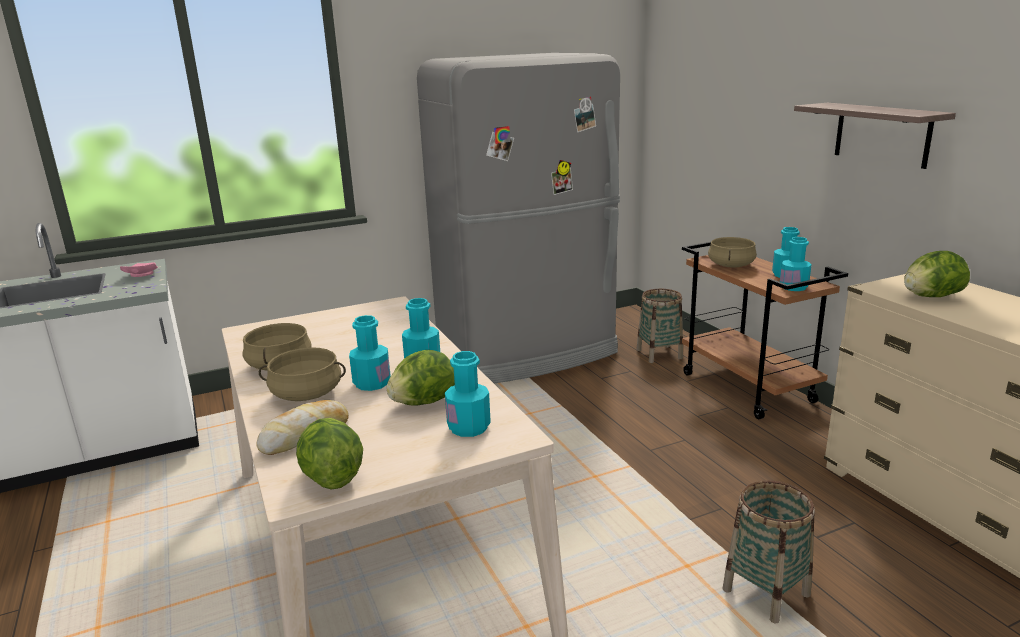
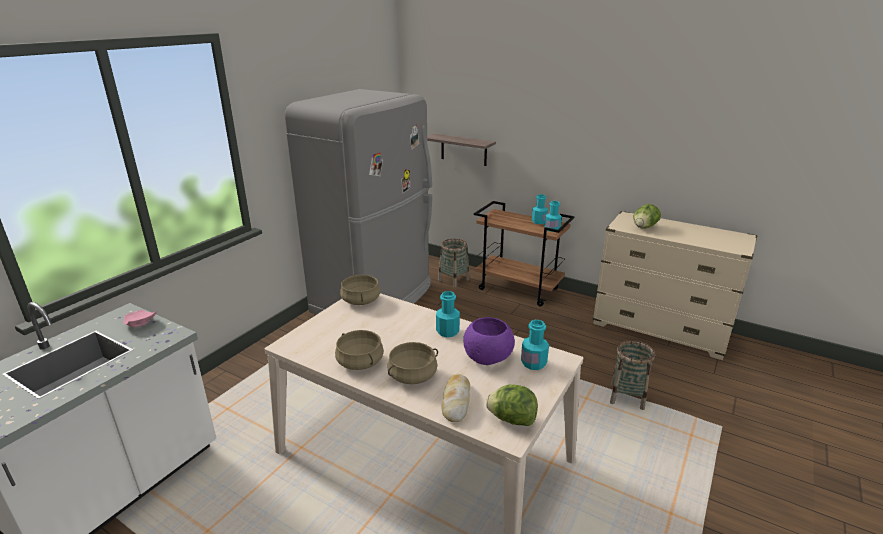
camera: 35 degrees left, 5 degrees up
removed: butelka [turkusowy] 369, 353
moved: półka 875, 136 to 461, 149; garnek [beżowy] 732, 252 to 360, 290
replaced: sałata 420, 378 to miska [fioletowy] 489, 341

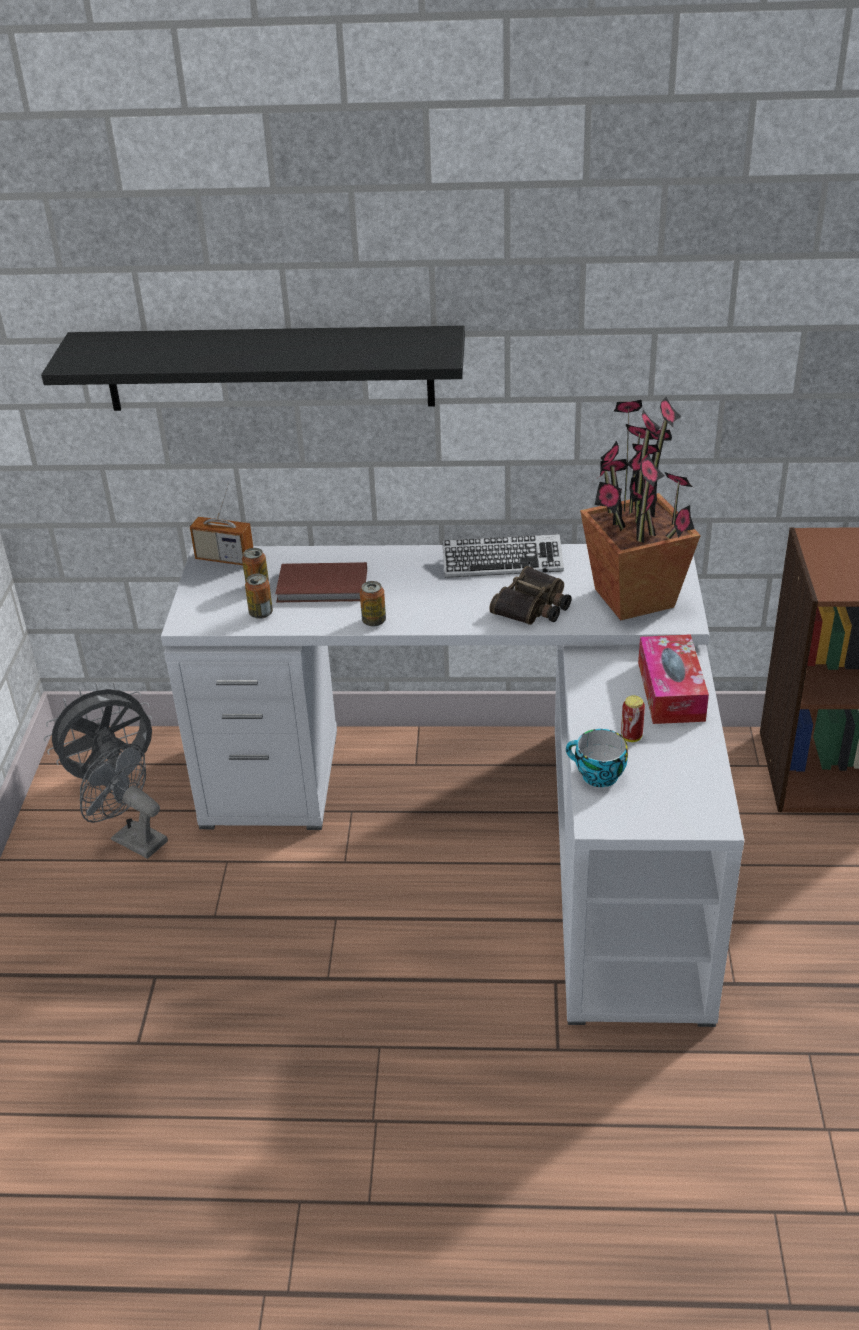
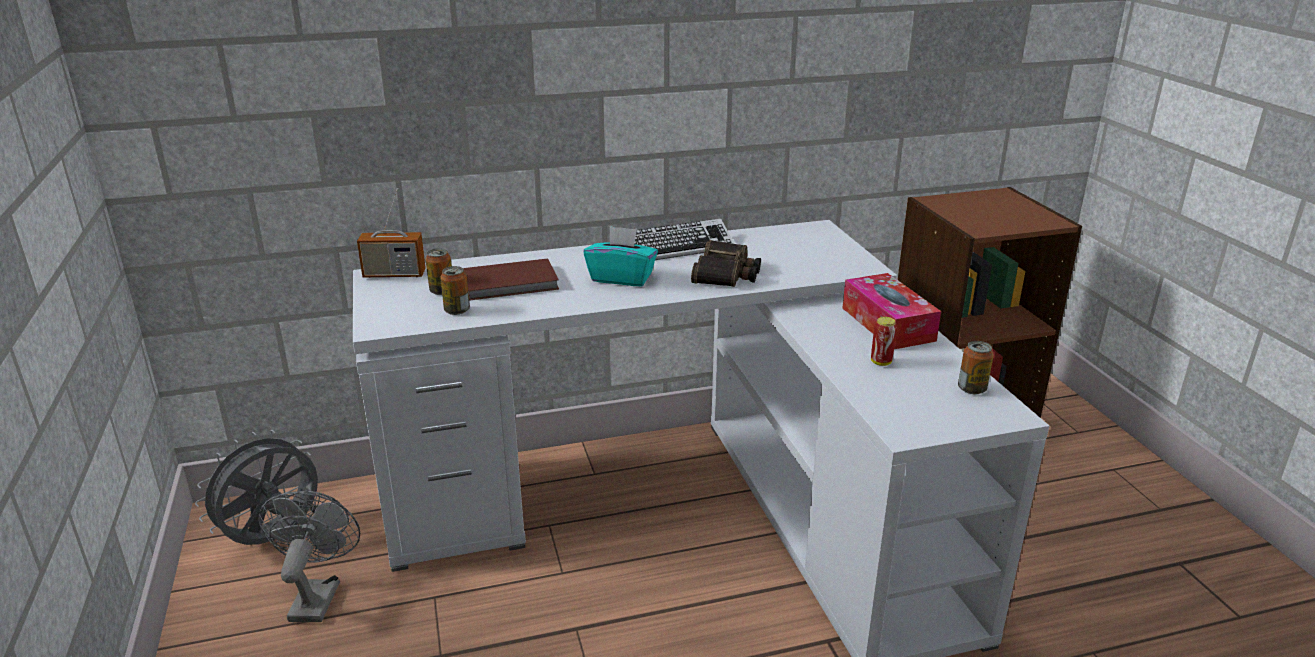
camera: 20 degrees left, 10 degrees down
removed: półka [czarny] 253, 368; roślina doniczkowa 640, 508; filiżanka 597, 758
added: pudełko chusteczek [turkusowy] 620, 256
moved: puszka 373, 604 to 976, 367
turned: wentylator [szary] 124, 801 = 309, 556 75 degrees clockwise

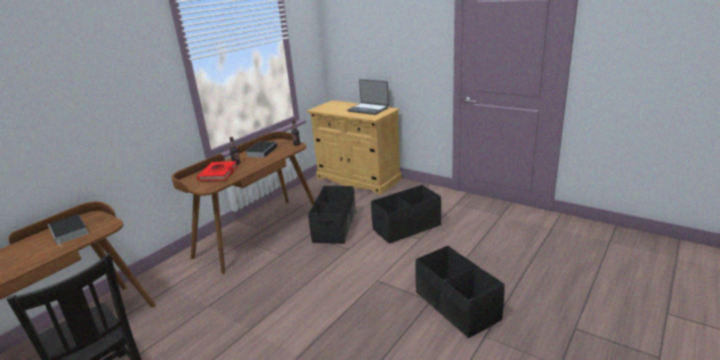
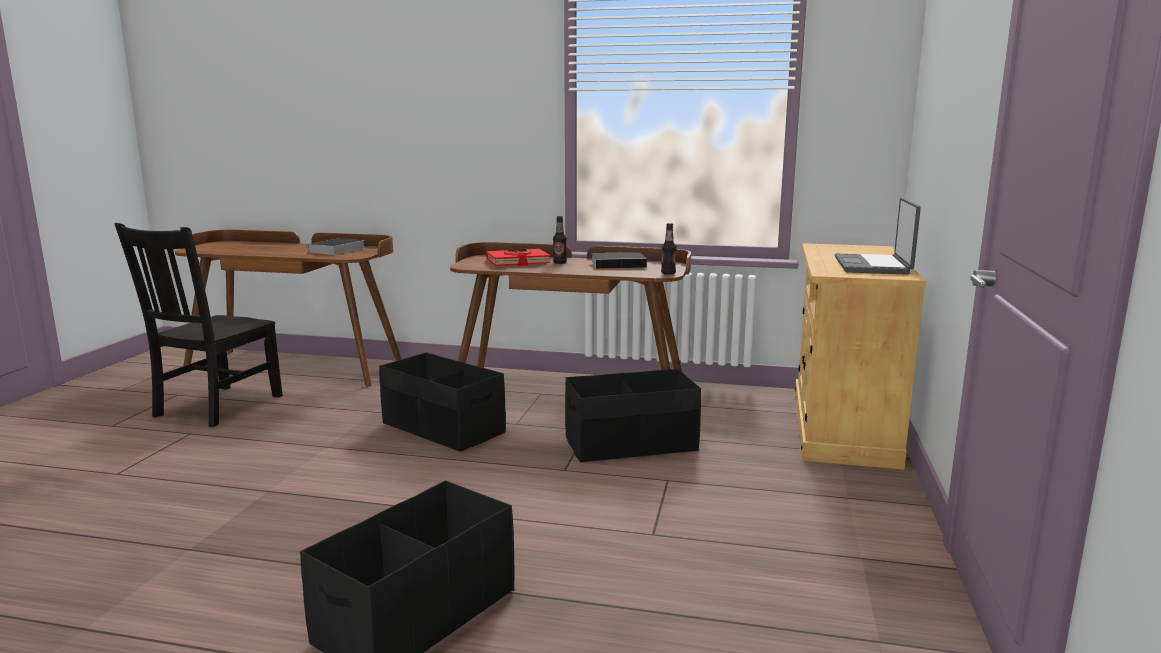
camera: 65 degrees right, 10 degrees down
moved: pojemnik do przechowywania [czarny] 406, 214 to 442, 402

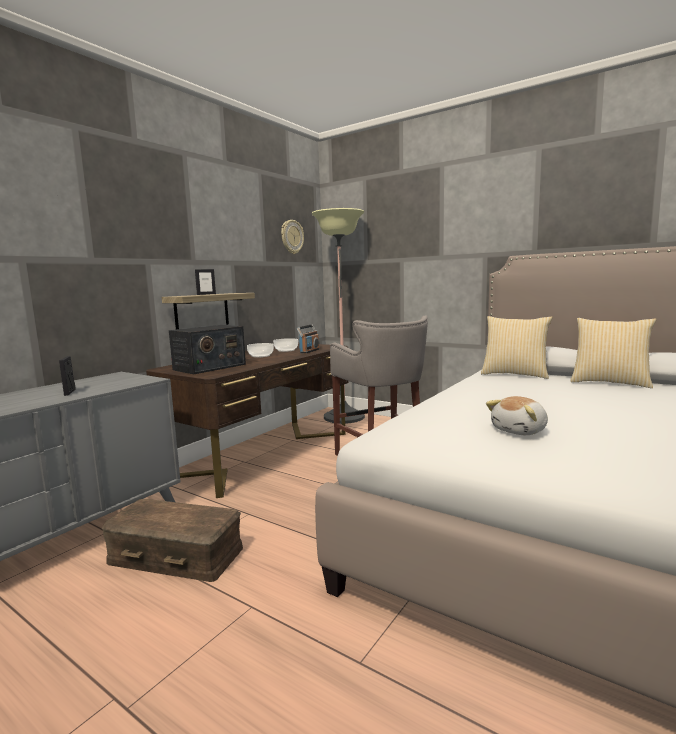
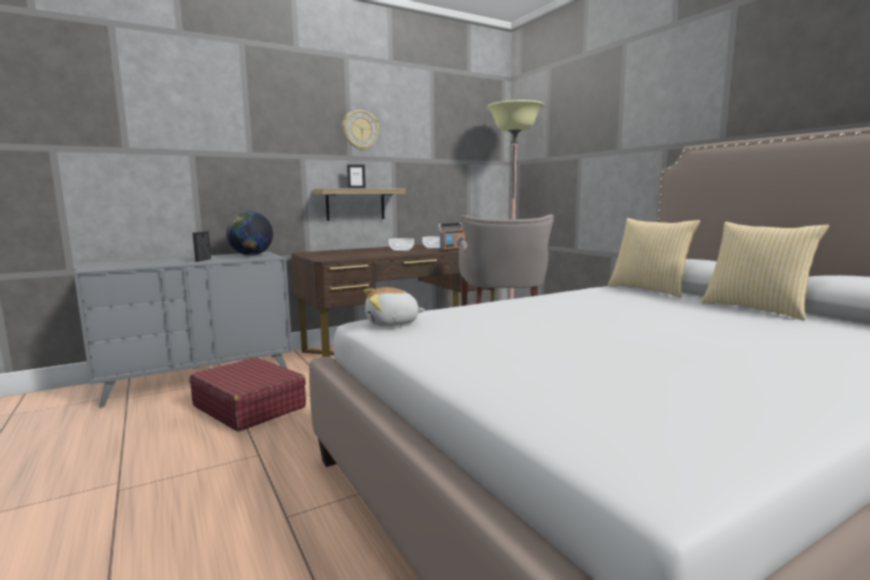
camera: 25 degrees right, 0 degrees up
removed: radio 207, 349
added: globus 249, 233
moved: zegar ścienny 292, 237 to 360, 130; pluszak 517, 415 to 394, 306
replaced: pojemnik do przechowywania [brązowy] 172, 540 to walizka [czerwony] 248, 394

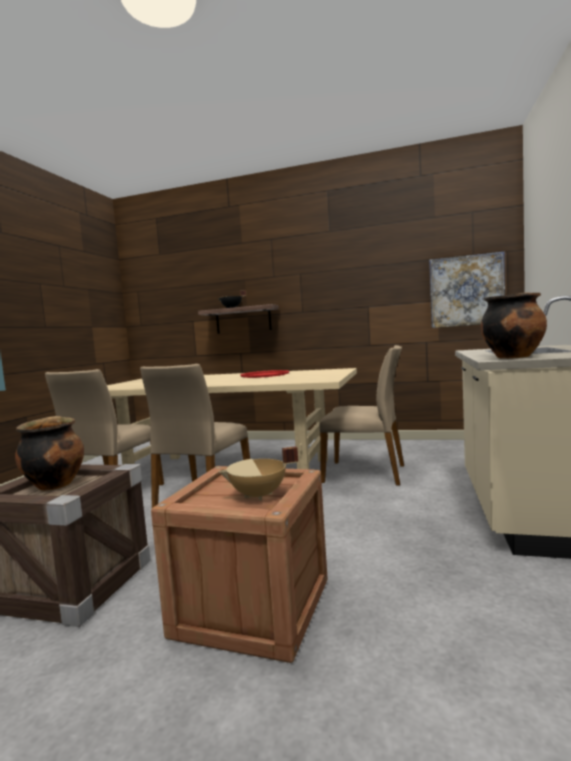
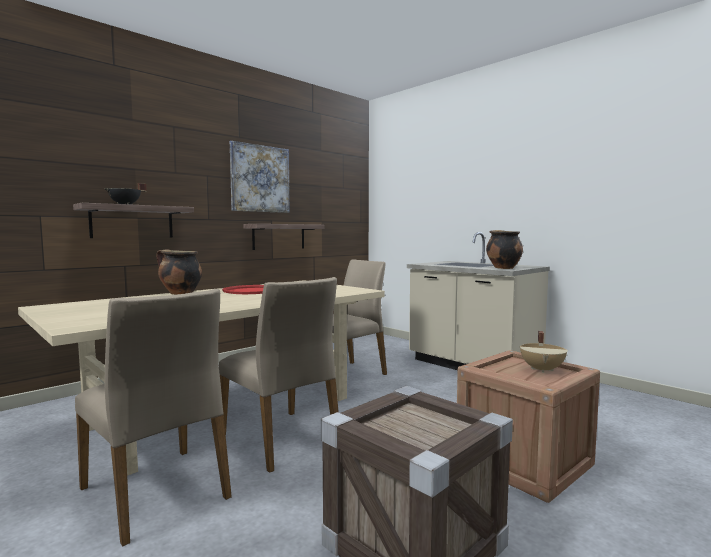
camera: 60 degrees left, 0 degrees up
added: półka 284, 237
moved: obraz 467, 290 to 260, 177; garnek 49, 453 to 179, 272

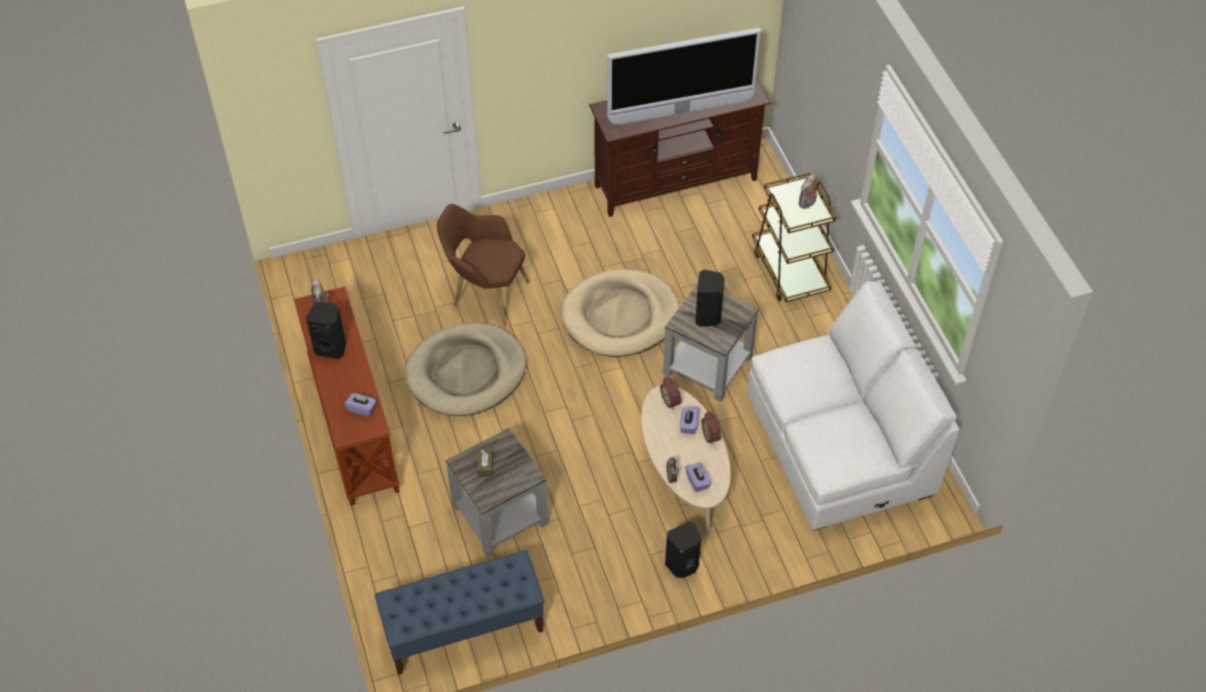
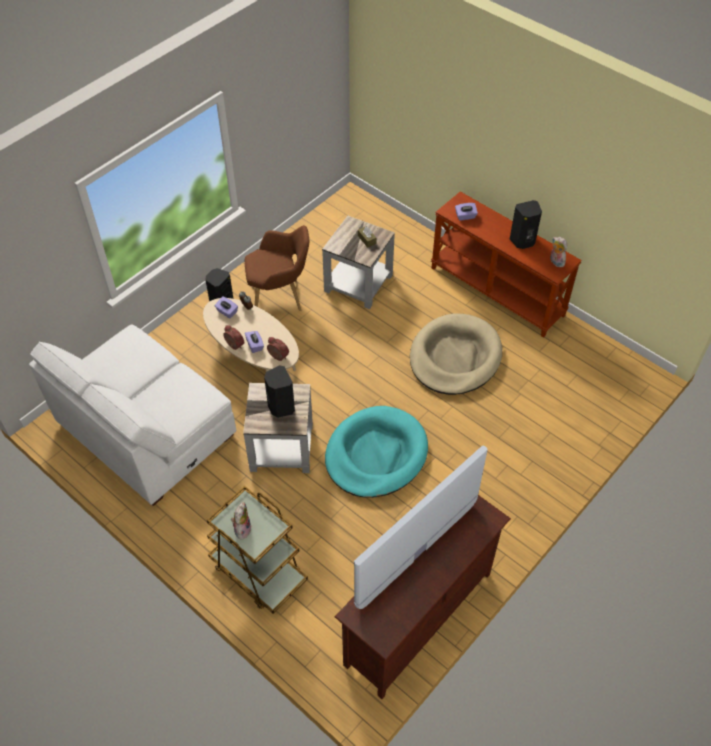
camera: 150 degrees right, 0 degrees up
removed: ławka [niebieski] 460, 612
moved: fotel [brązowy] 483, 265 to 277, 268
recoloured: legowisko [beżowy] 620, 313 to legowisko [turkusowy] 376, 452

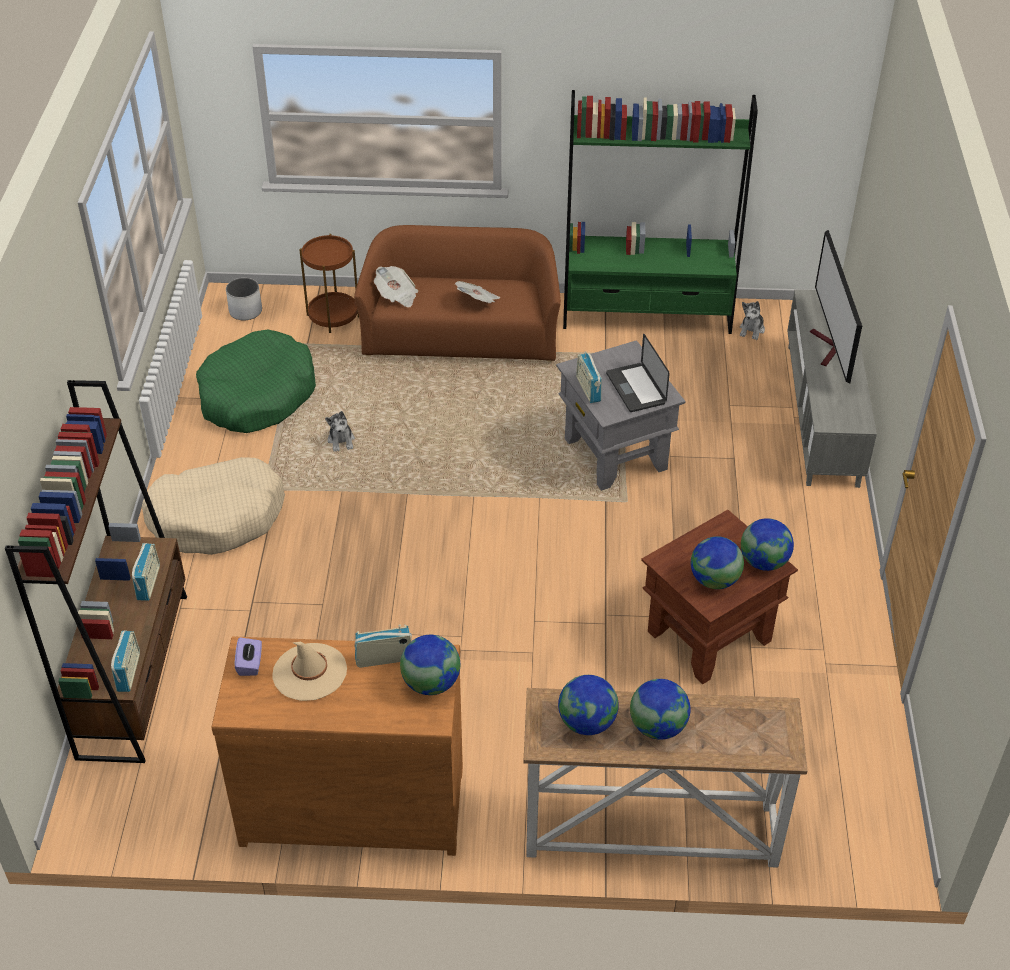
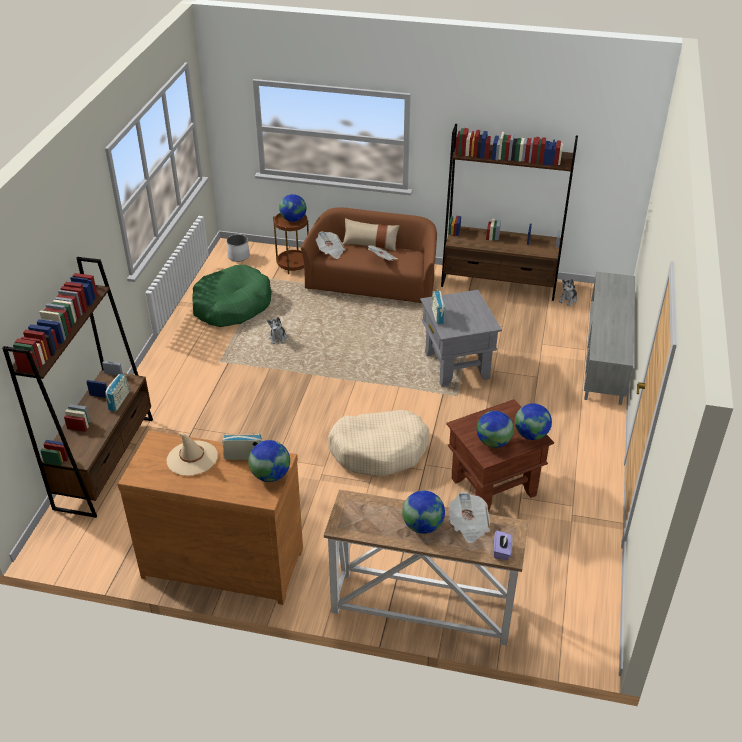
camera: 10 degrees right, 5 degrees down
removed: telewizor 836, 307; laptop 638, 373; radio 125, 661
added: poduszka [beżowy] 371, 234; gazeta 469, 517
moved: legowisko [beżowy] 213, 506 to 378, 443; pudełko chusteczek [fioletowy] 248, 656 to 503, 545; globus 588, 705 to 292, 208
recoloured: regał [zielony] 660, 212 to regał [brązowy] 509, 212

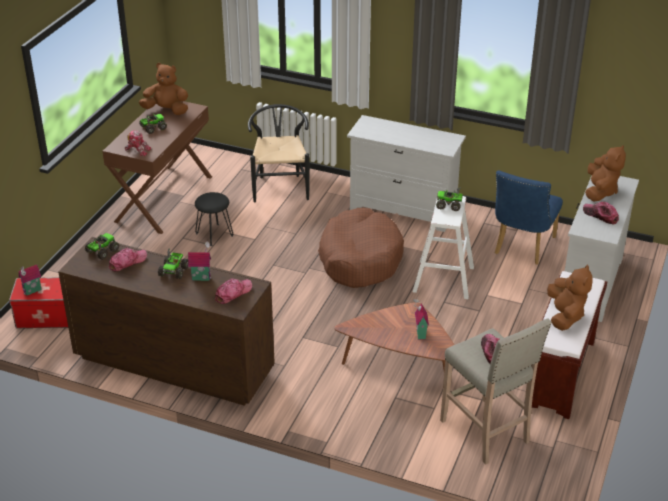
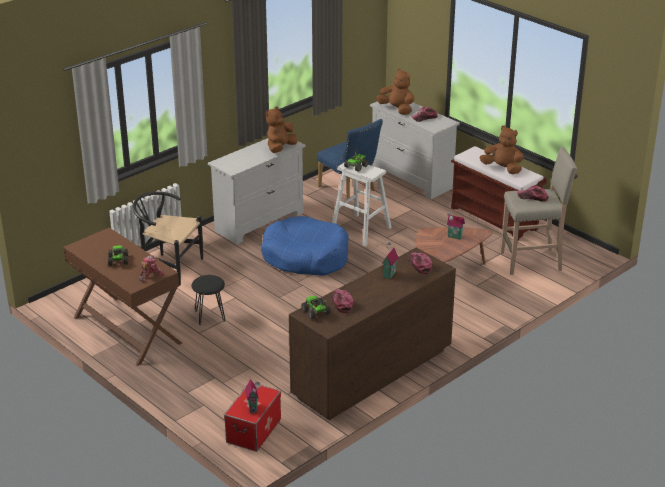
camera: 65 degrees left, 5 degrees down
removed: ciężarówka zabawkowa 173, 263
moved: pluszak [brązowy] 163, 89 to 281, 130
recoloured: legowisko [brązowy] 361, 248 to legowisko [niebieski] 305, 246

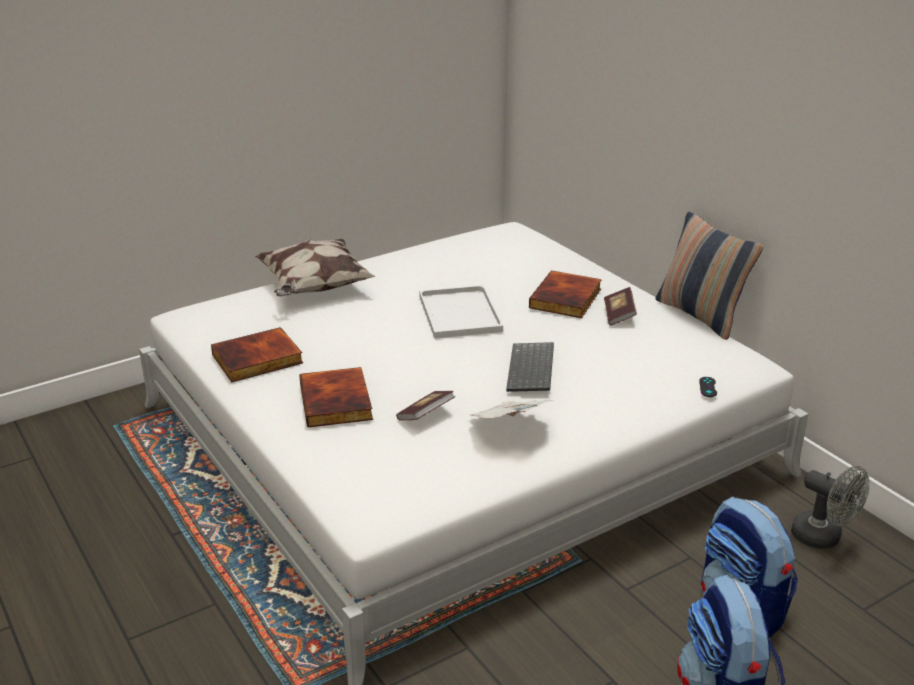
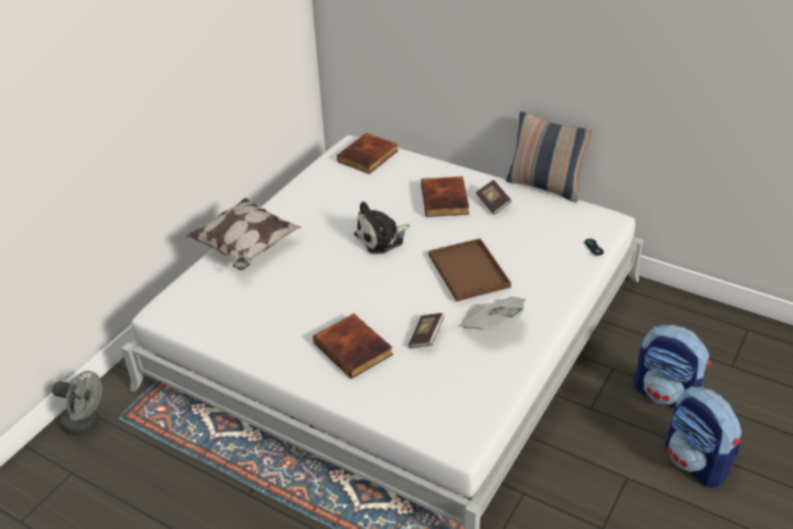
camera: 25 degrees left, 10 degrees up
moved: książka 257, 354 to 367, 153; wentylator [szary] 830, 507 to 77, 403
replaced: taca [biały] 461, 312 to pluszak 382, 227; klawiatura 530, 367 to taca [brązowy] 470, 269

